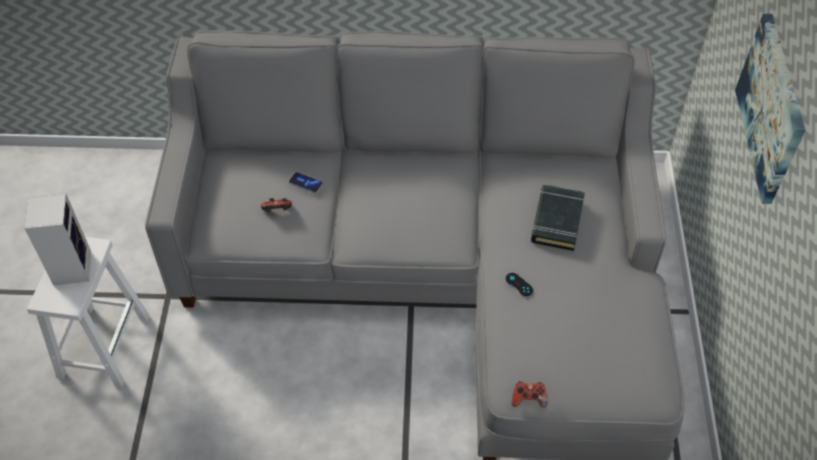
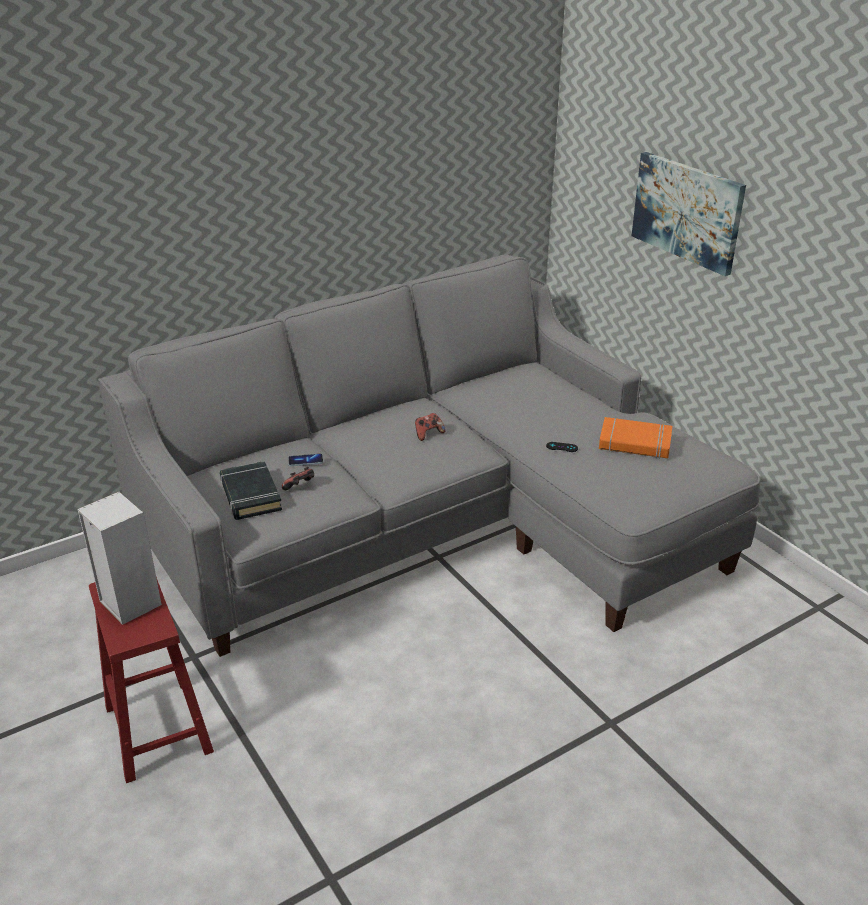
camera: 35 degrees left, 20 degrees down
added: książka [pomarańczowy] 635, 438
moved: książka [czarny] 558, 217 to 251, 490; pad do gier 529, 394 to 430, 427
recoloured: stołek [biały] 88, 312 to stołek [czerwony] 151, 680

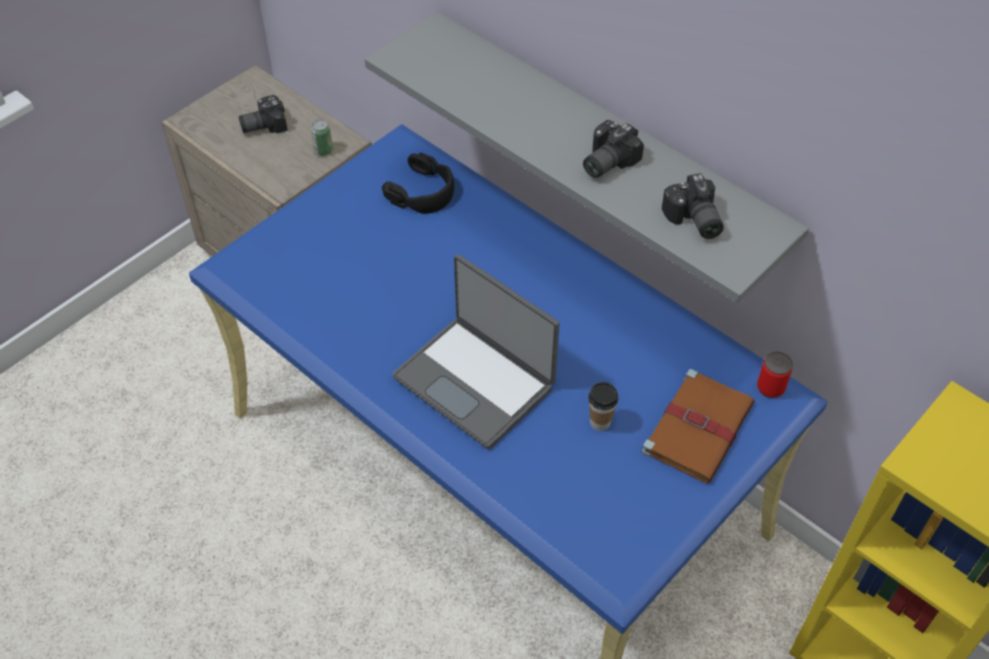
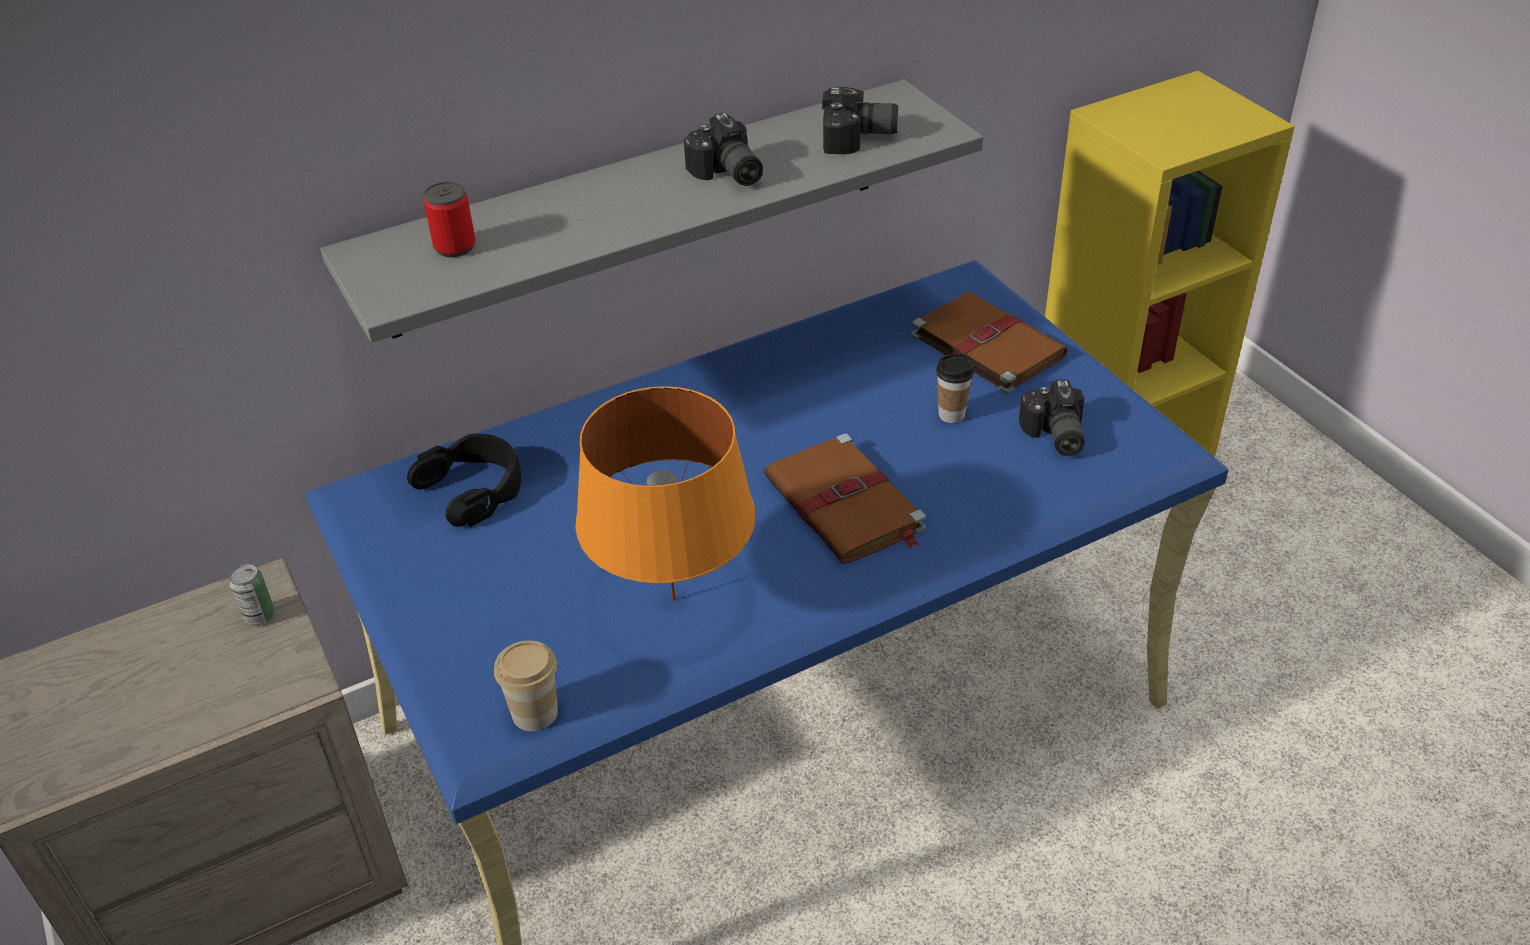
camera: 70 degrees left, 10 degrees down
added: lampa stołowa [pomarańczowy] 665, 493; filiżanka 526, 686
moved: aparat fotograficzny 263, 114 to 1052, 418; puszka 775, 375 to 449, 219
replaced: laptop 476, 351 to książka [brązowy] 845, 498

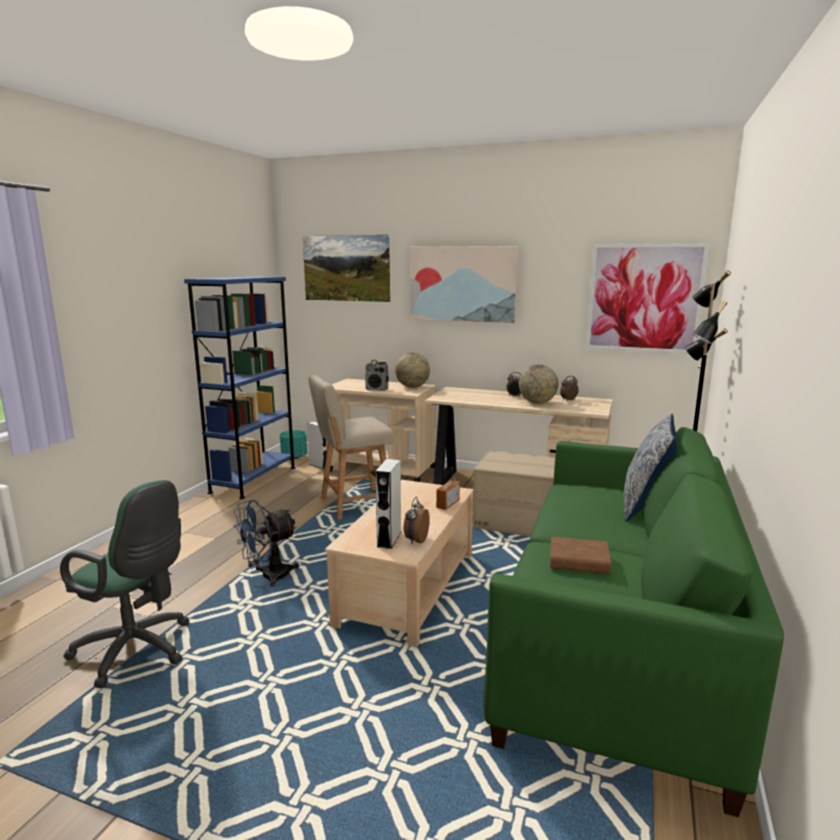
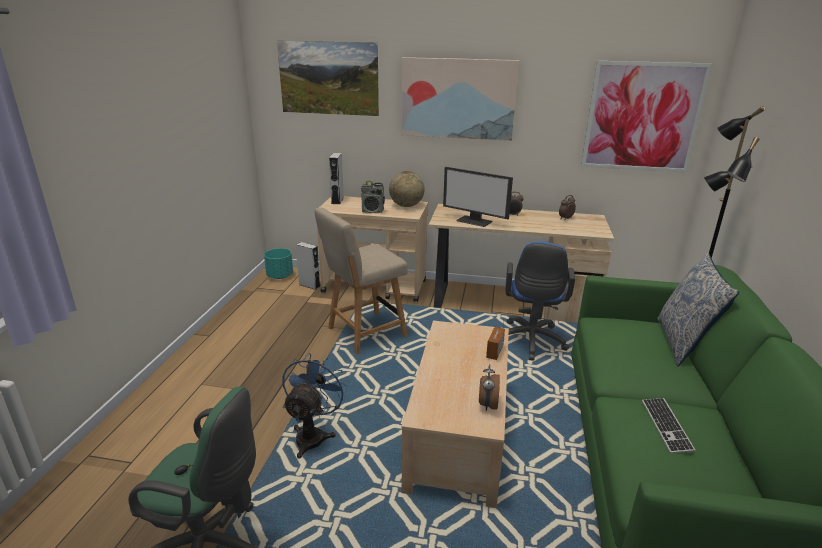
camera: 10 degrees left, 10 degrees up
removed: regał [niebieski] 239, 388; globus 538, 384
added: monitor 478, 197
moved: głośnik [szary] 388, 504 to 336, 178
replaced: karton 514, 493 to krzesło biurowe [niebieski] 540, 301; książka [brązowy] 580, 555 to klawiatura 668, 425
turned: wentylator [niebieski] 266, 543 = 315, 406 150 degrees clockwise

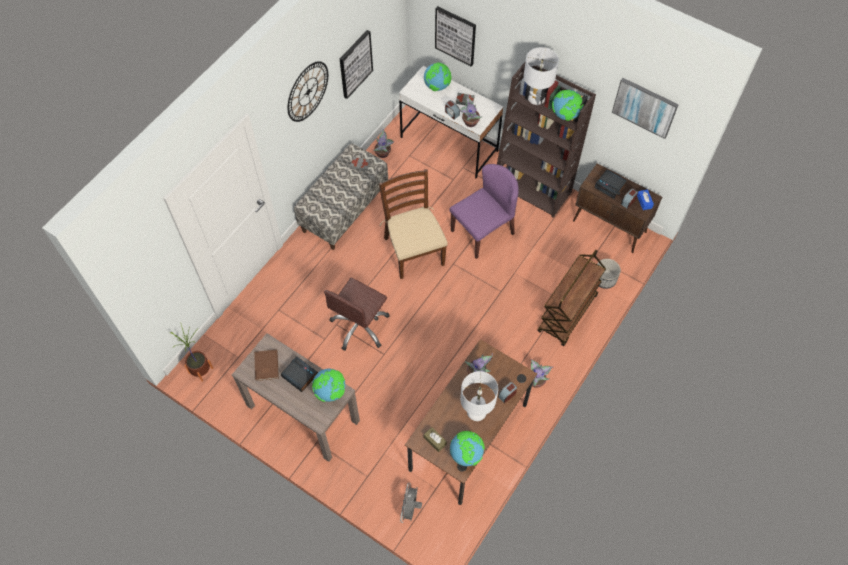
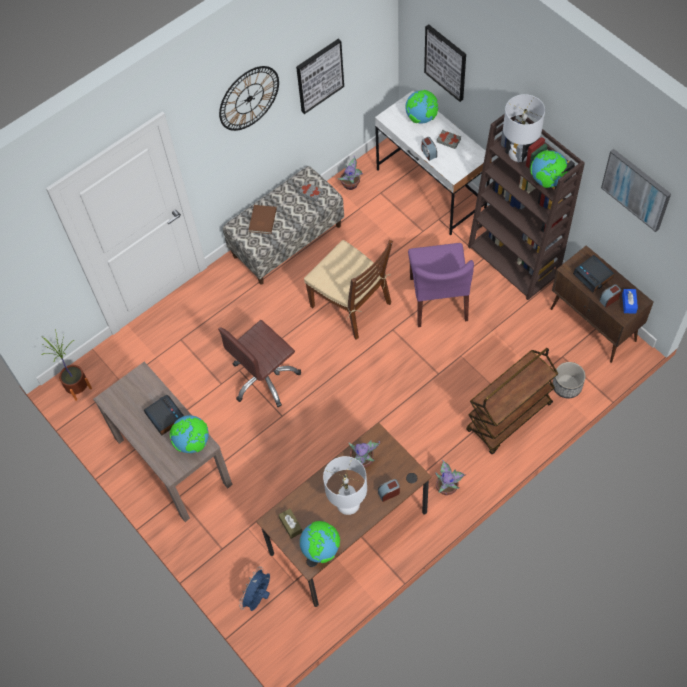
camera: 20 degrees right, 0 degrees up
removed: roślina doniczkowa 471, 111
moved: książka [brązowy] 266, 365 to 262, 219
recoloured: wentylator [szary] 411, 503 to wentylator [niebieski] 254, 589
turned: krzesło [fioletowy] 484, 211 = 441, 285 105 degrees clockwise; krzesło [brązowy] 413, 224 = 348, 289 135 degrees clockwise

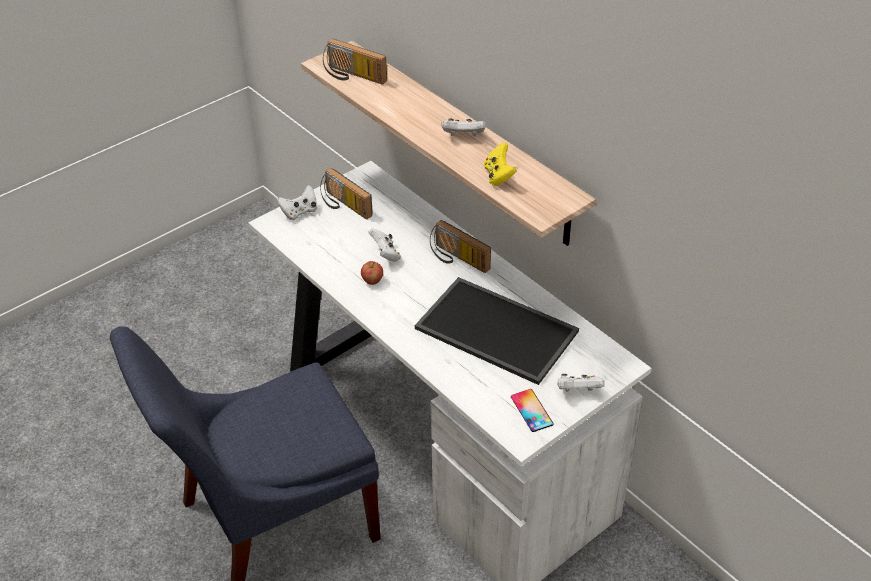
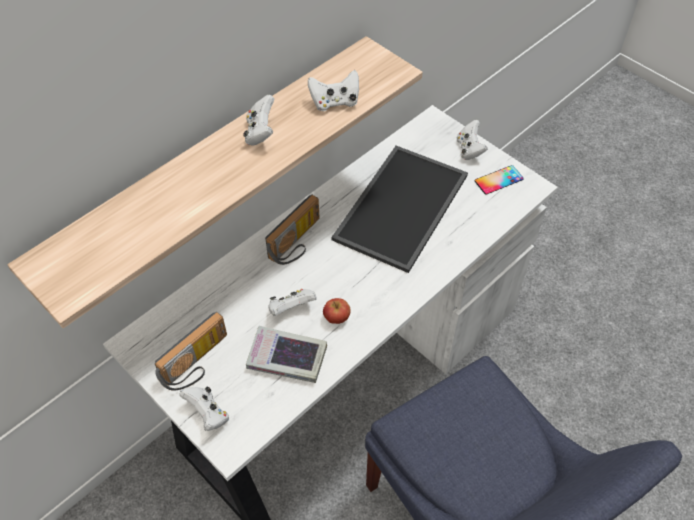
camera: 95 degrees left, 10 degrees up
removed: radio 355, 61
added: książka 286, 354
recoloured: pad do gier [żółty] 500, 164 to pad do gier [biały] 333, 90

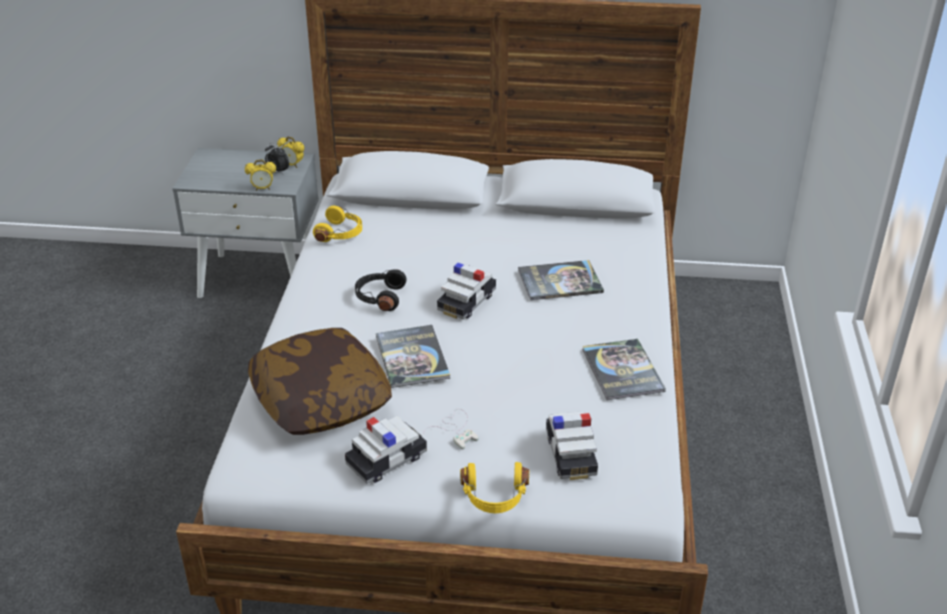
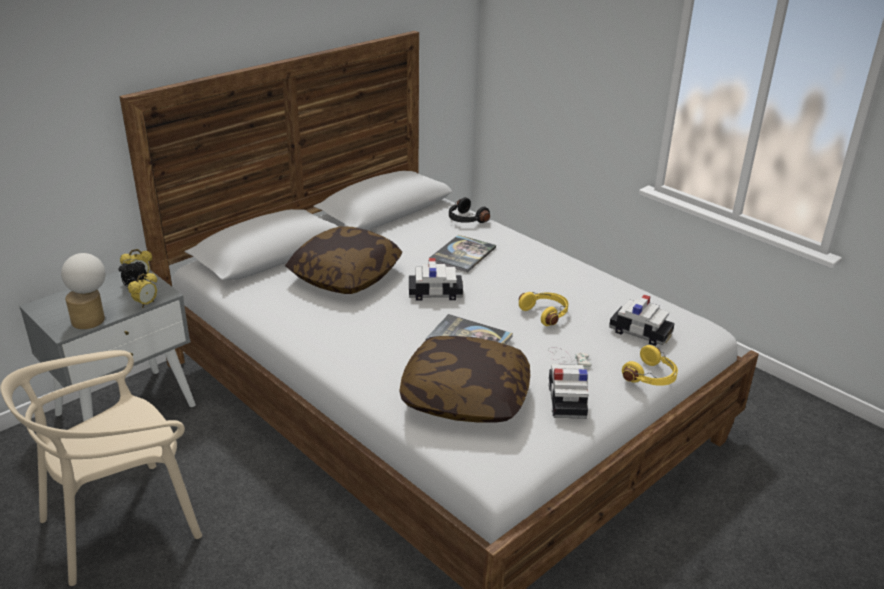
camera: 50 degrees left, 5 degrees down
removed: książka 624, 369
added: poduszka 343, 260; lampa stołowa 83, 291; krzesło [beżowy] 101, 468
moved: słuchawki [żółty] 337, 224 to 544, 309; słuchawki [czarny] 380, 290 to 469, 210
turned: samochodzik 466, 291 = 436, 279 75 degrees counterclockwise

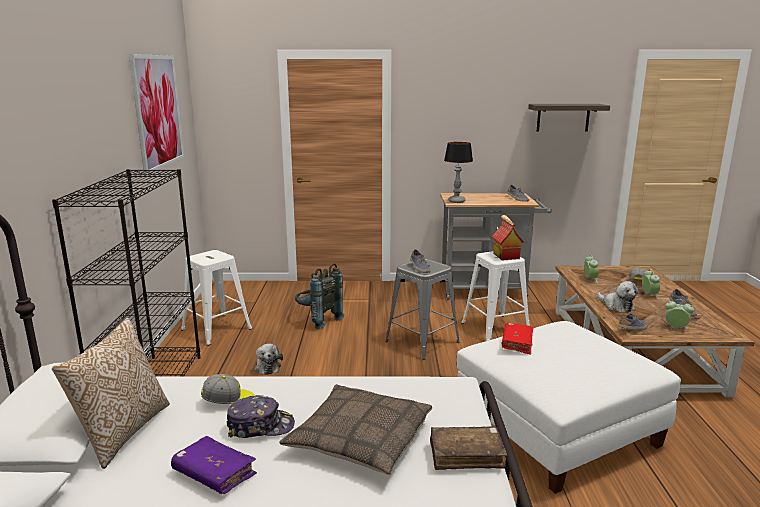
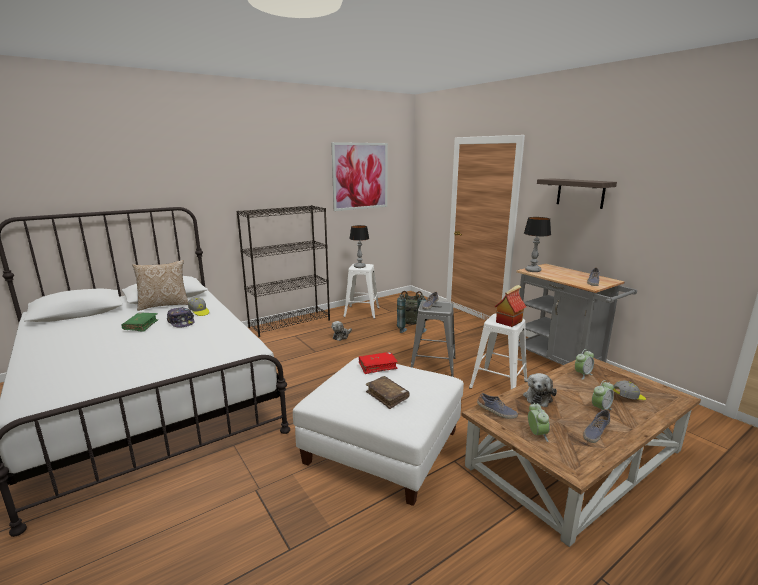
camera: 55 degrees right, 0 degrees up
removed: poduszka 355, 429
added: lampa stołowa 359, 246
moved: półka 569, 117 to 577, 193; książka [brązowy] 468, 448 to 388, 392
recoloured: książka [fioletowy] 214, 465 to książka [zielony] 139, 322

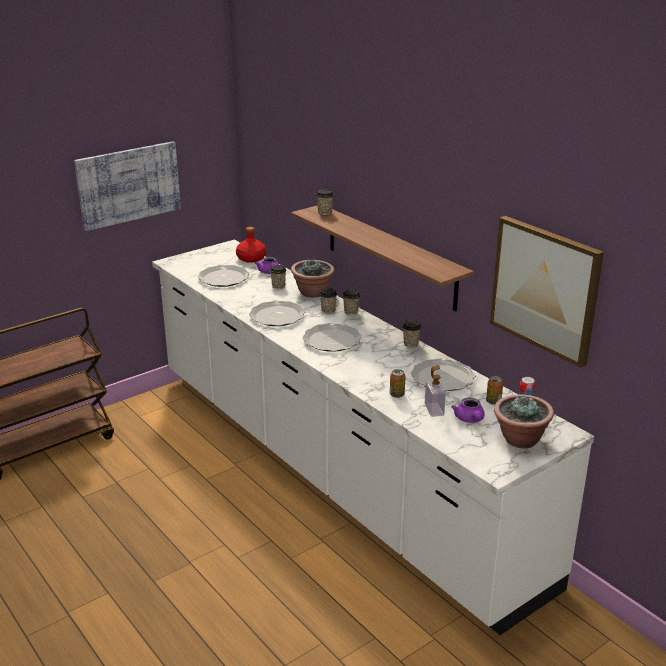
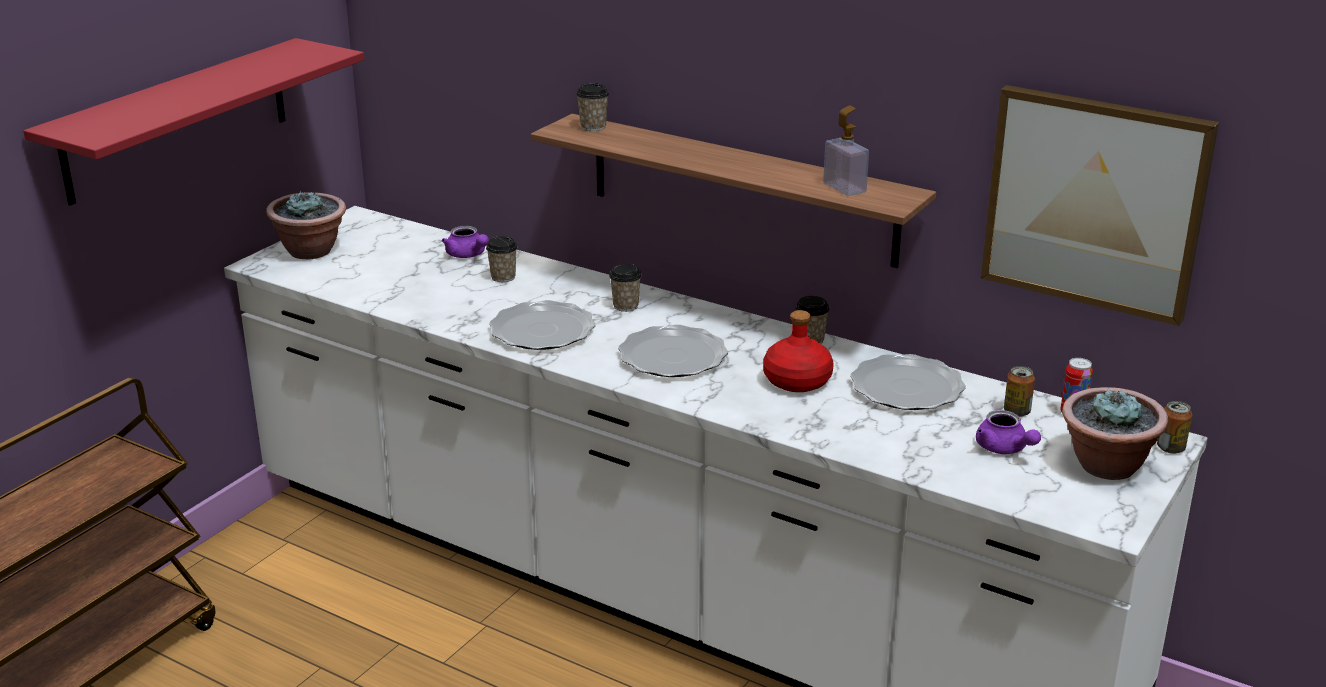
camera: 20 degrees left, 0 degrees up
removed: talerz 224, 276; filiżanka 351, 302
moved: butelka [czerwony] 251, 245 to 798, 351; roślina doniczkowa 313, 278 to 306, 225; dozownik mydła 435, 391 to 846, 150; puszka 398, 383 to 1174, 427
replaced: obraz 127, 186 to półka [czerwony] 193, 122

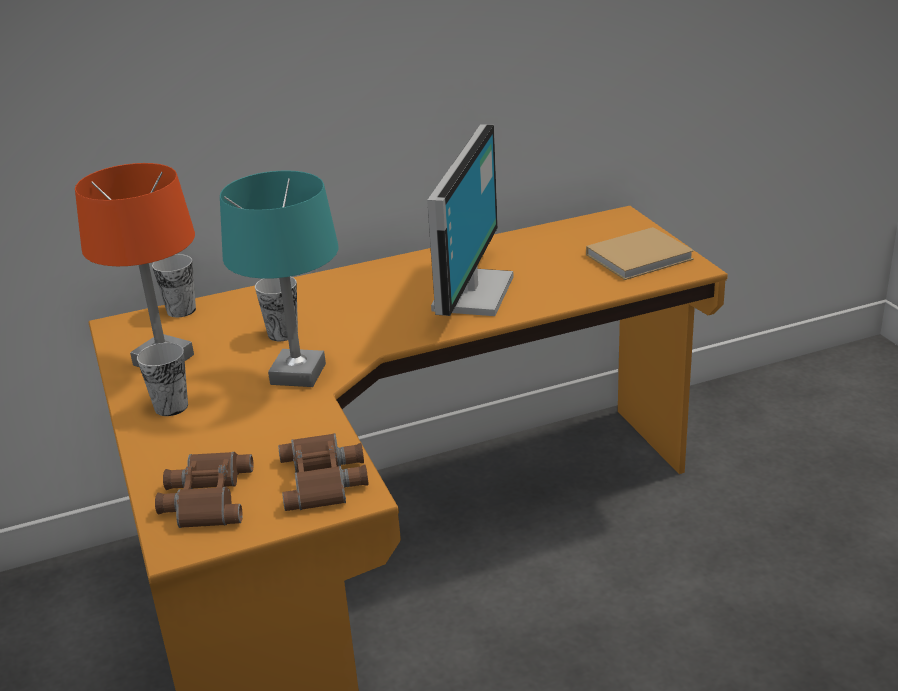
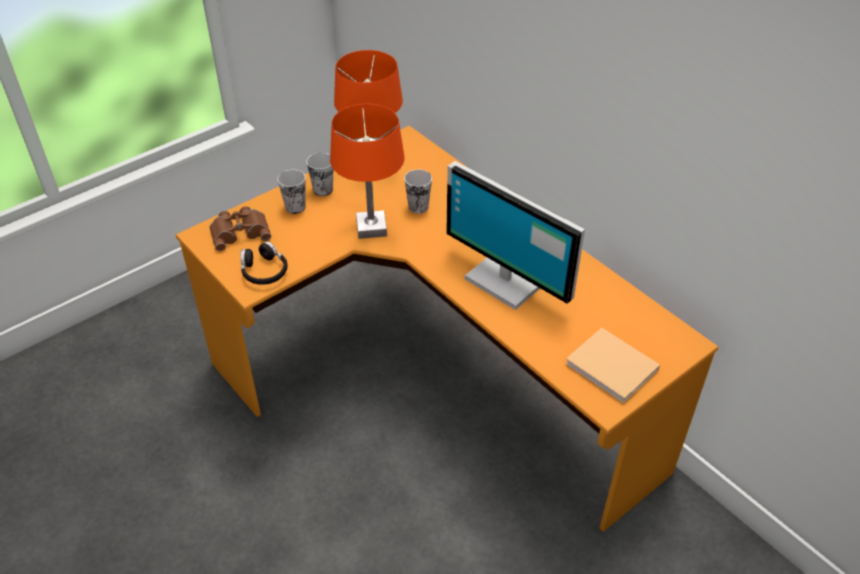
camera: 70 degrees right, 15 degrees up
moved: filiżanka 174, 285 to 292, 192
replaced: lornetka [brązowy] 323, 472 to słuchawki [czarny] 264, 263
recoloured: lampa stołowa [turkusowy] 279, 278 to lampa stołowa [pomarańczowy] 367, 171
turned: monitor 470, 220 = 515, 235 45 degrees clockwise

